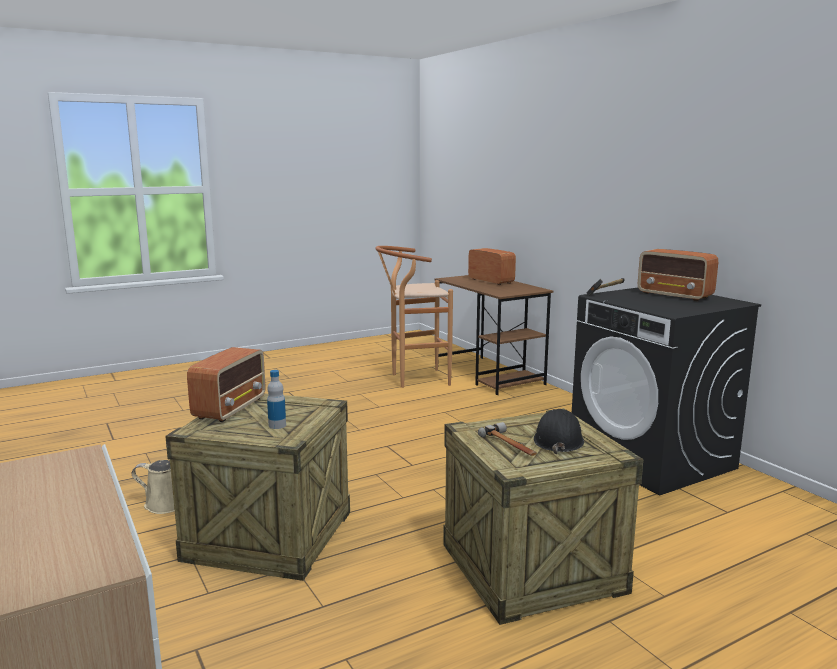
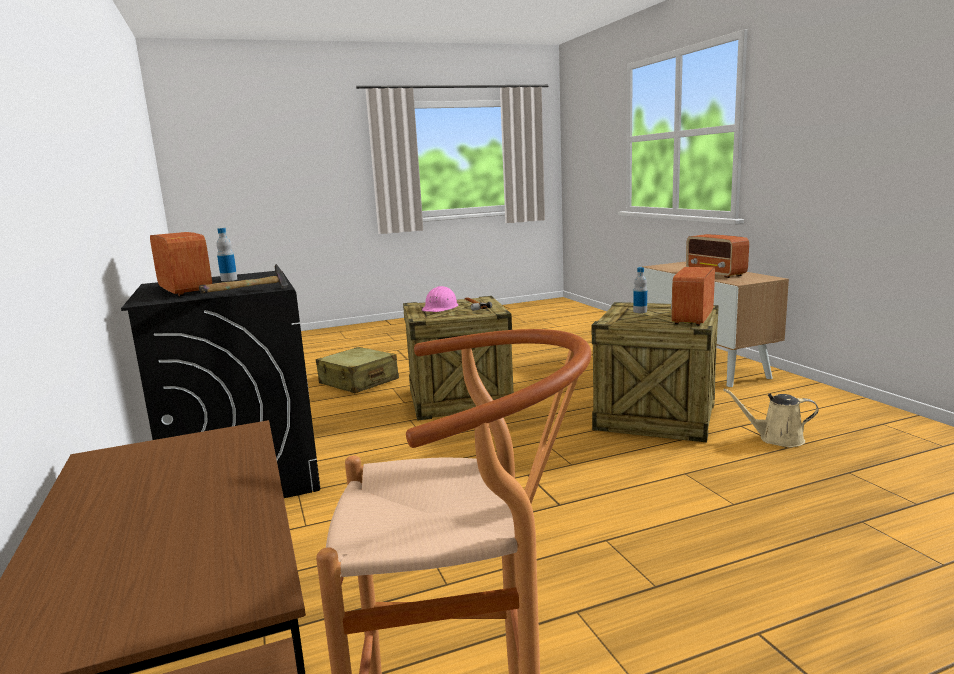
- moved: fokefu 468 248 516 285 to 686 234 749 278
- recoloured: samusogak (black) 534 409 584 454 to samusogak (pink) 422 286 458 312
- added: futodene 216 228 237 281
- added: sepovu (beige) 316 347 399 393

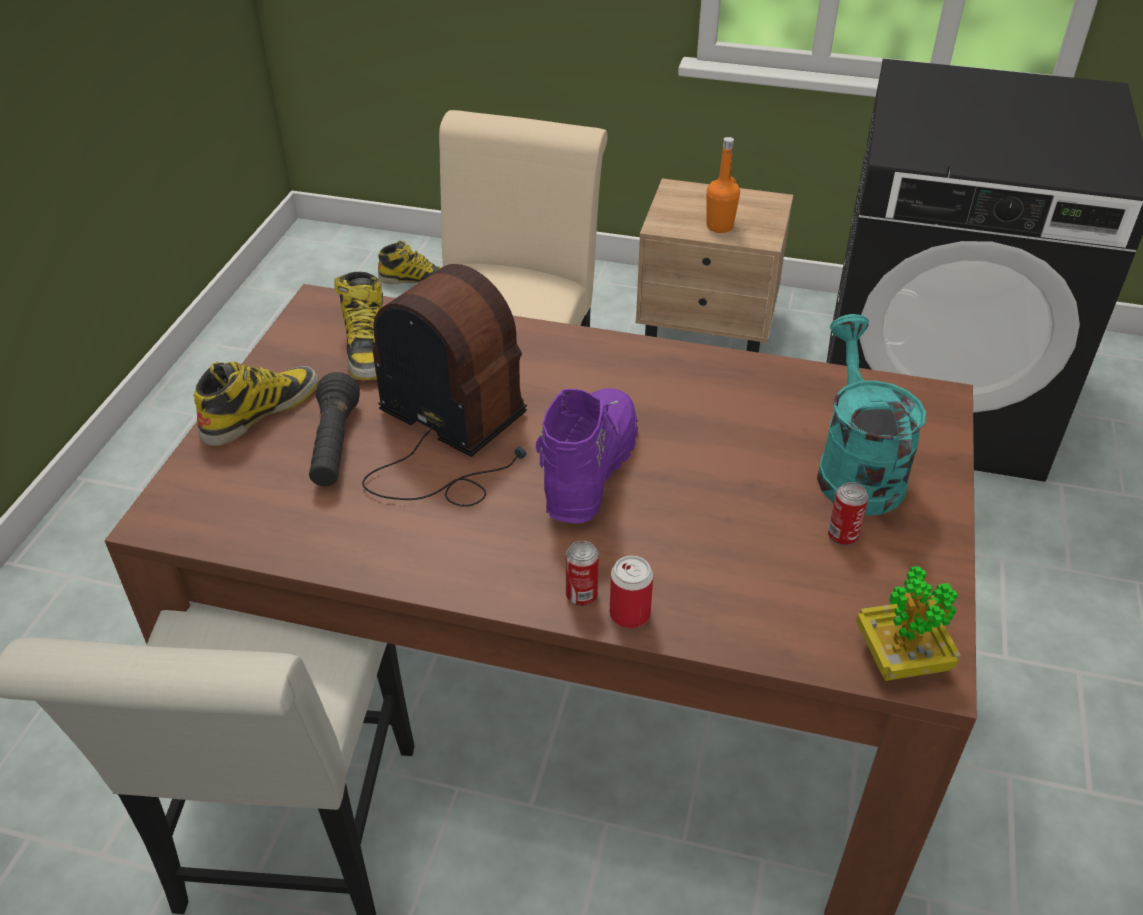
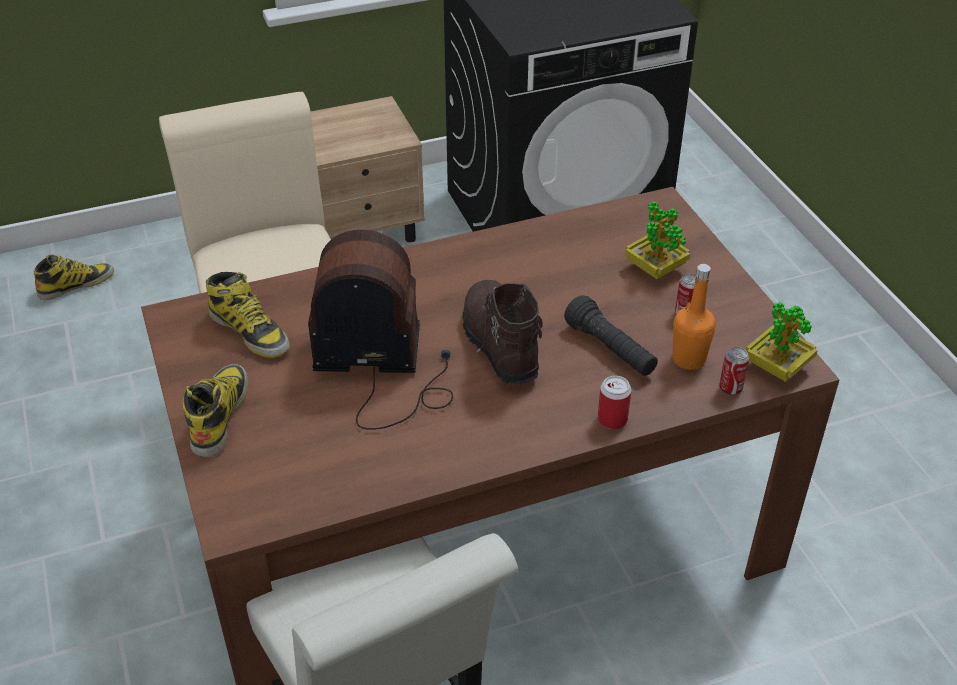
- moved: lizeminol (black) 309 372 360 486 to 564 296 658 376
- recoloured: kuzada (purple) 535 388 638 523 to kuzada (brown) 463 280 543 385
- moved: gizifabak 566 541 599 606 to 719 347 749 395
- moved: futodene (orange) 707 137 740 233 to 672 264 716 370
- replaced: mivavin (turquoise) 817 314 926 515 to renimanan 625 201 690 279

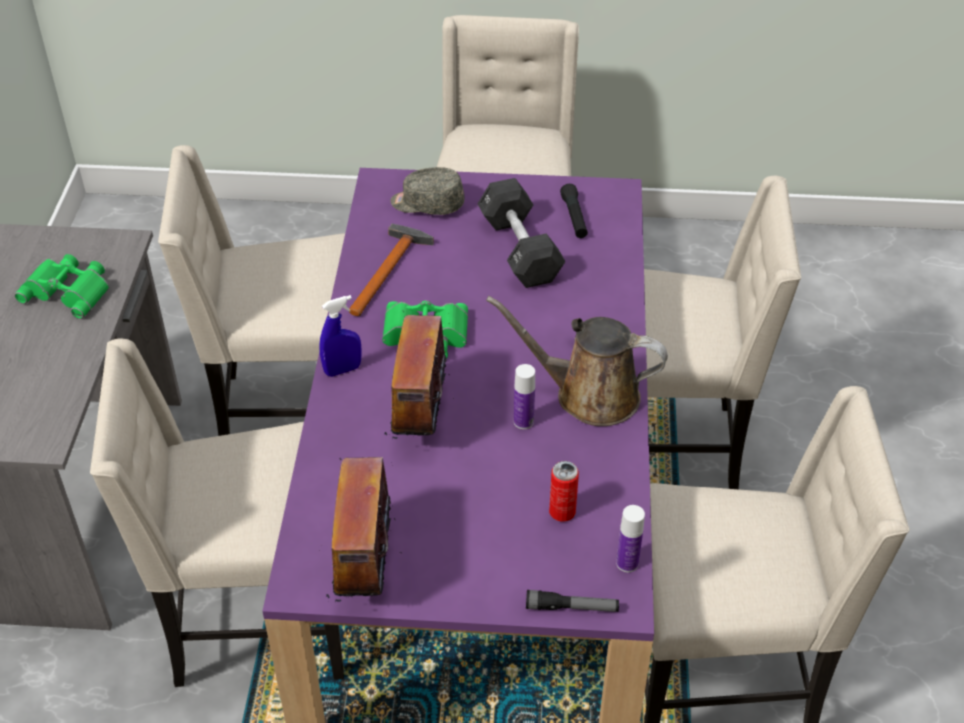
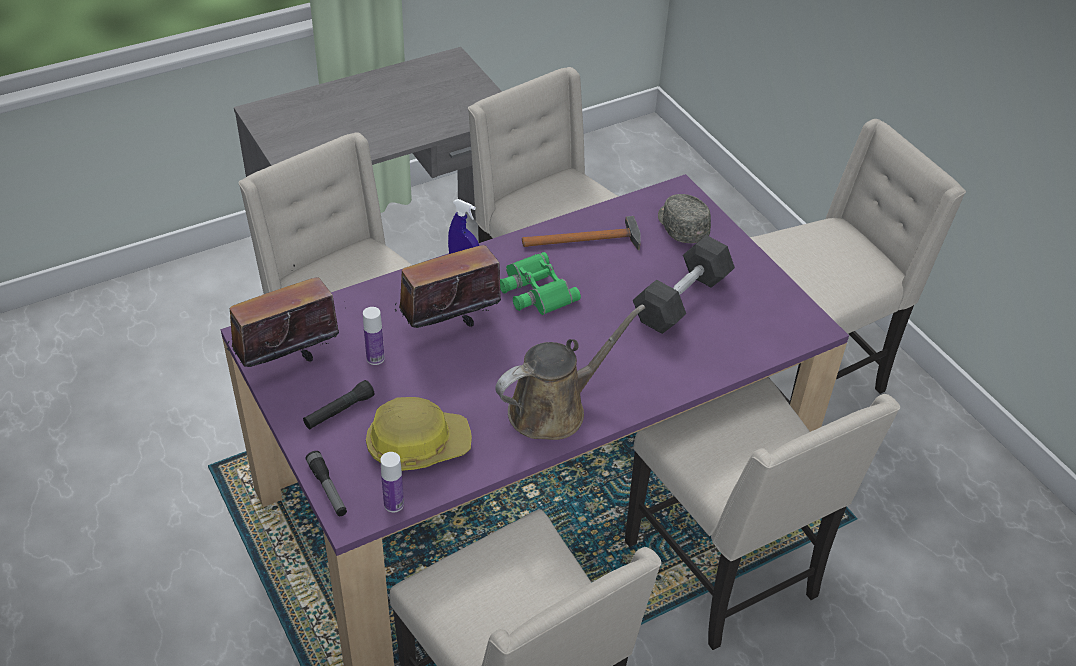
- removed: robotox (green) 14 254 109 319
- turned: mivavin (brown) 486 296 668 426 = 495 304 645 440 75 degrees clockwise
- moved: futodene 514 364 535 429 to 363 307 384 365
- replaced: gizifabak 549 461 579 522 to samusogak 366 397 472 471
- moved: lizeminol (black) 560 184 588 238 to 303 380 374 429

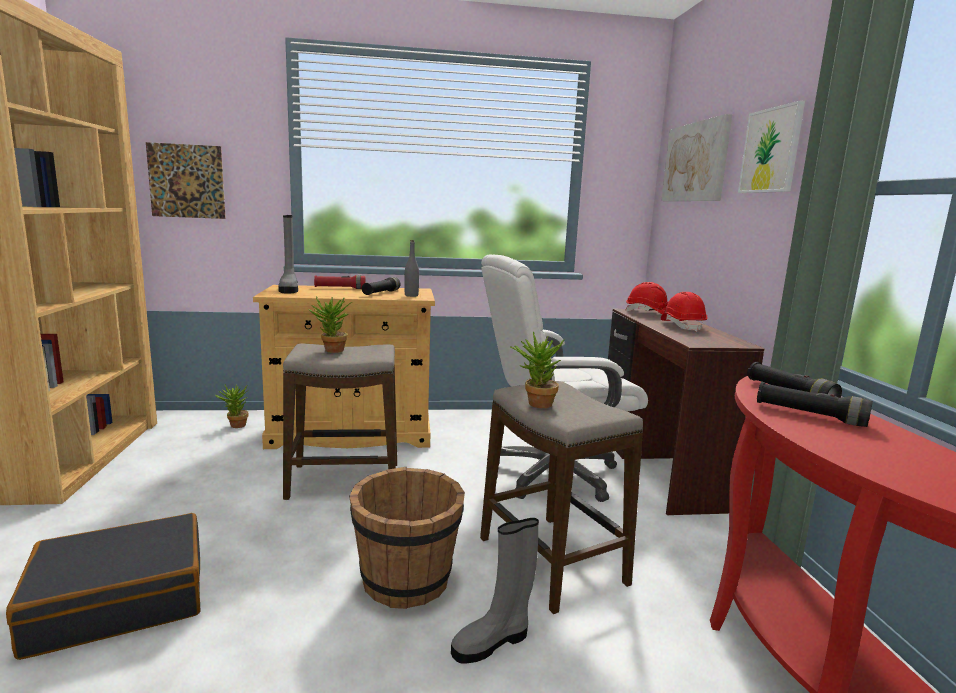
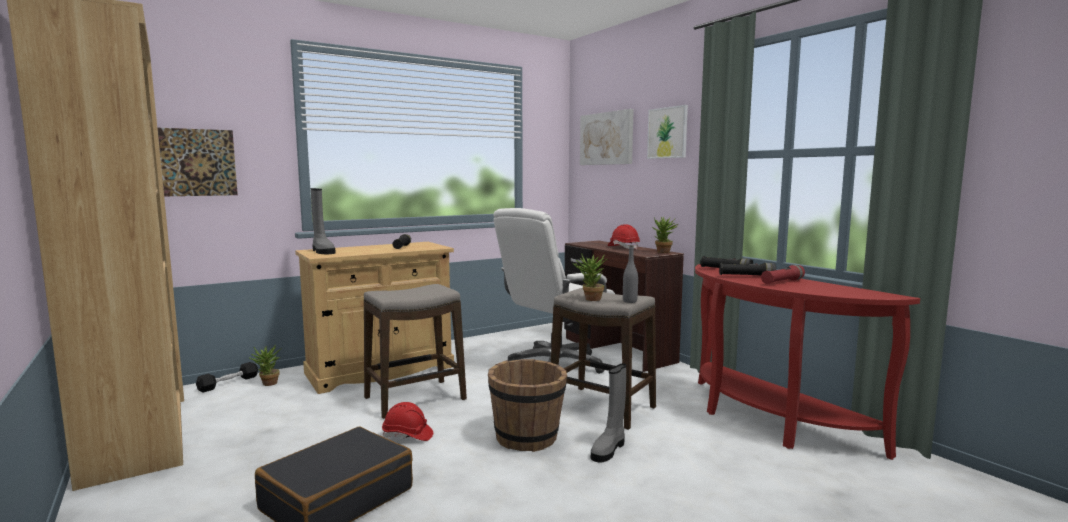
- moved: renimanan 308 297 352 353 to 652 217 678 253
- moved: lizeminol (red) 314 275 365 289 to 761 265 805 284
- moved: futodene (grey) 404 240 419 297 to 623 245 638 303
- moved: samusogak (red) 626 282 668 314 to 382 402 433 441
- added: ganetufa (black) 196 362 258 393

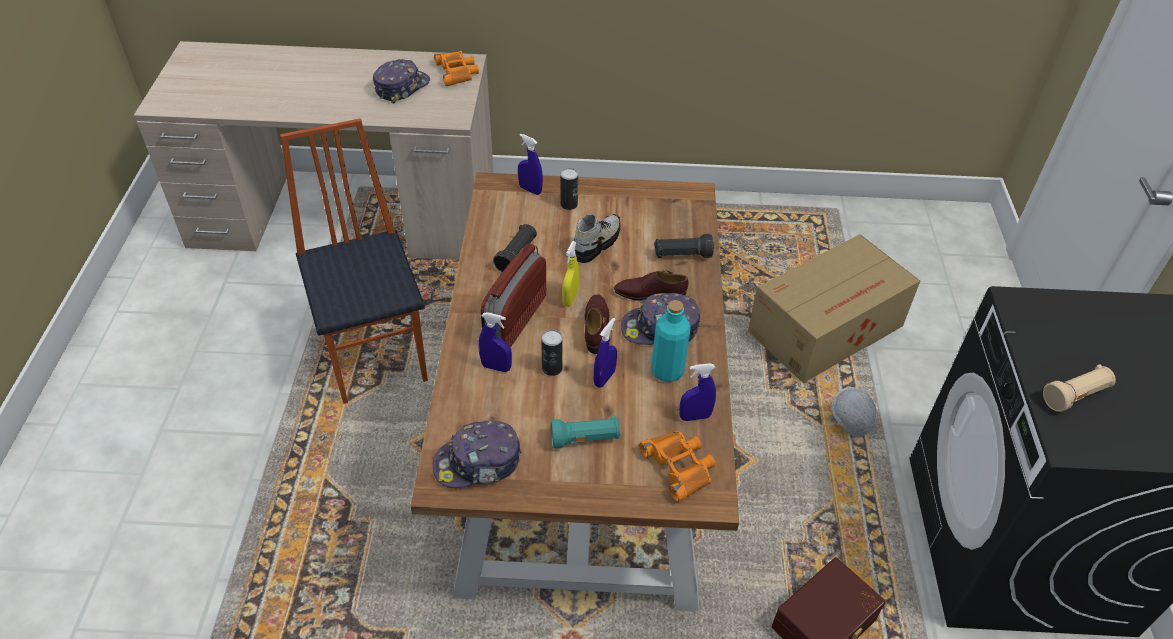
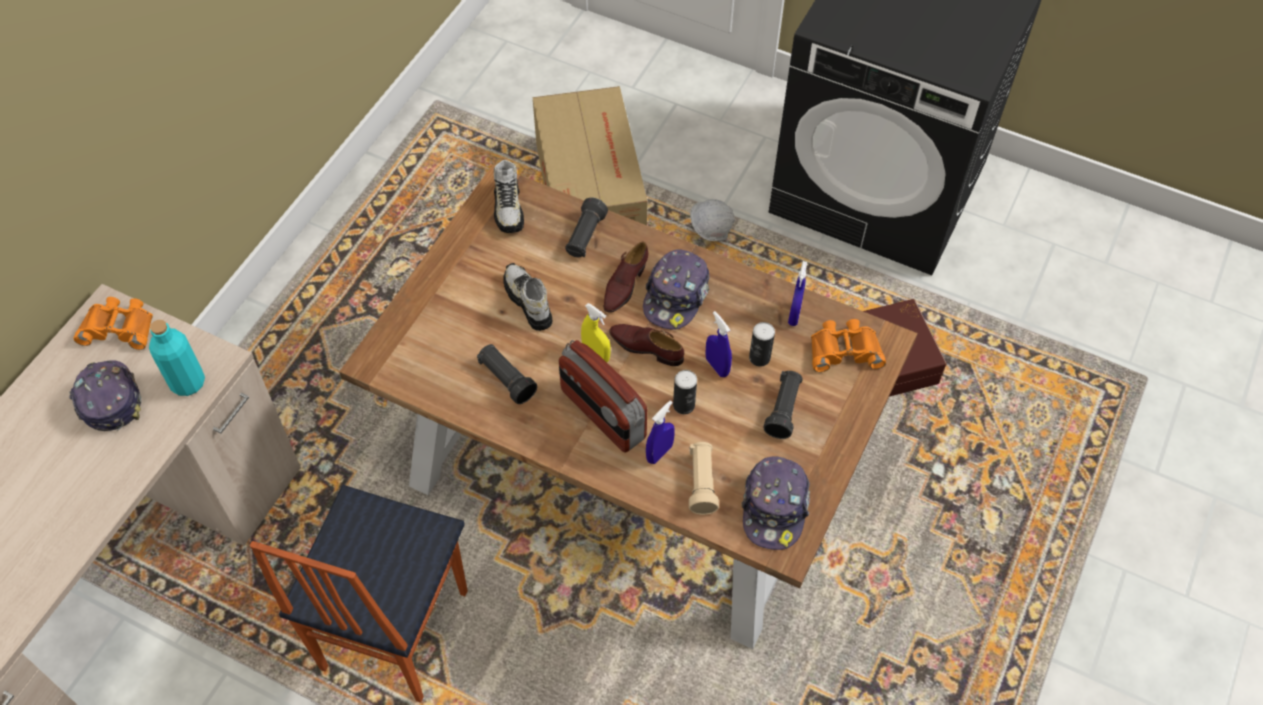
- turned: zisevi 280 119 428 404 = 250 485 468 703 75 degrees counterclockwise
- removed: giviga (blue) 518 133 543 195
- recoloured: lizeminol (turquoise) 551 415 621 449 to lizeminol (black) 763 371 803 439
- moved: gizifabak 560 168 578 210 to 749 322 775 367
- moved: futodene (turquoise) 651 300 691 382 to 149 320 205 396
- moved: lizeminol (beige) 1043 364 1116 412 to 689 442 719 515
- added: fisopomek 494 160 524 233

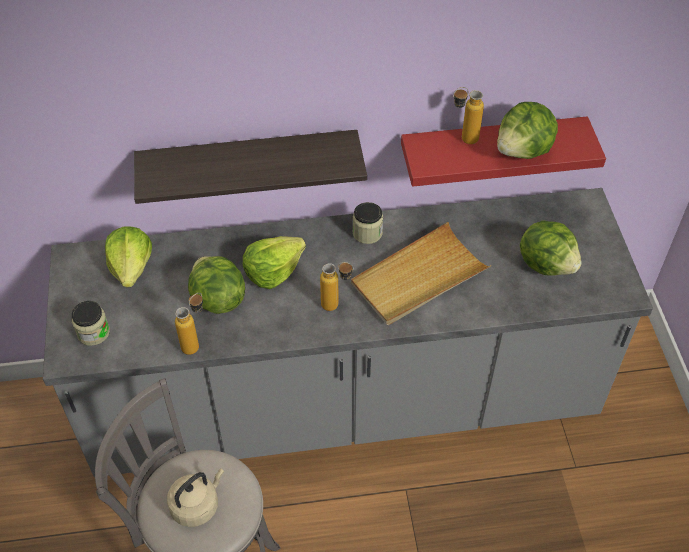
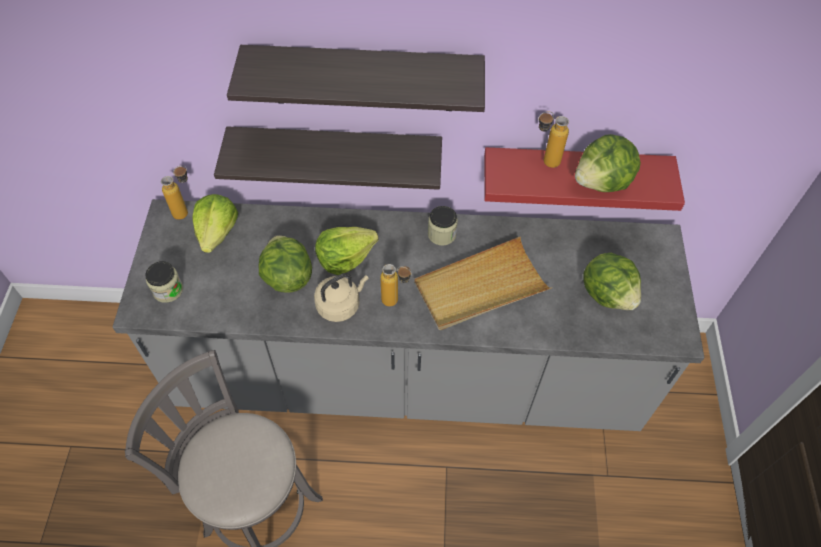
- moved: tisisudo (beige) 167 468 224 527 to 314 273 369 322
- moved: futodene 175 293 203 355 to 161 165 188 220
- added: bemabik 227 45 485 112

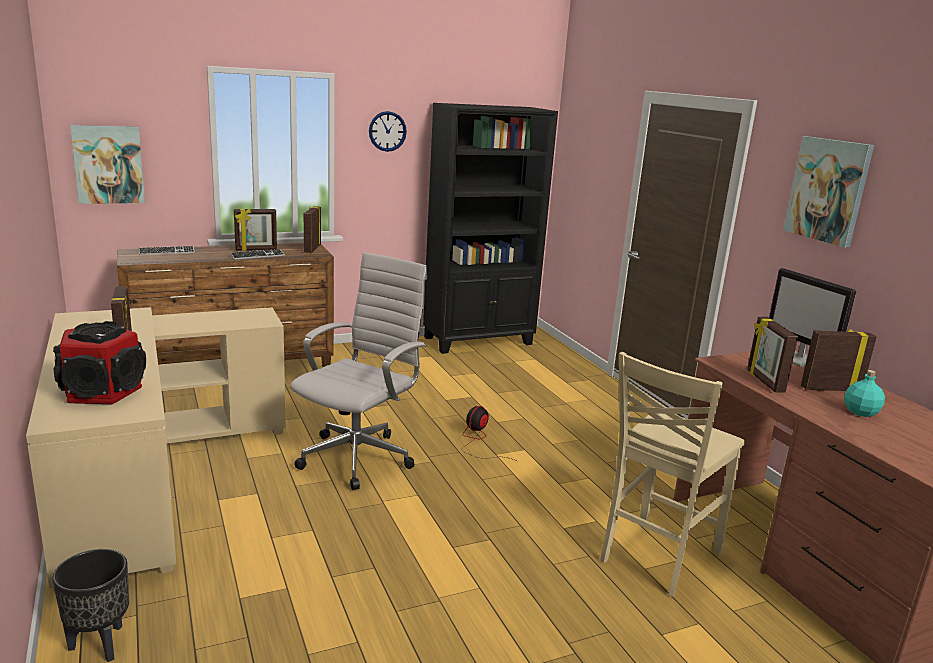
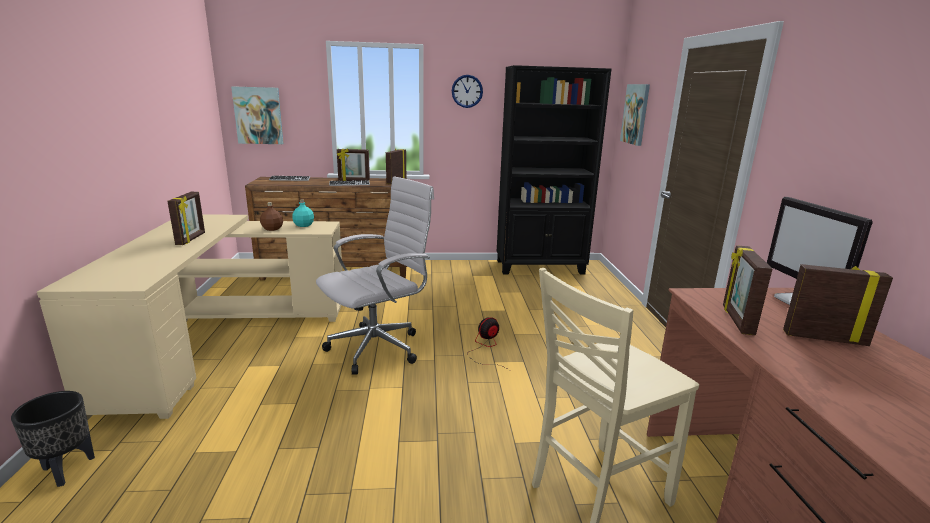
- removed: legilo 53 321 146 404
- moved: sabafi 783 136 874 248 to 620 84 650 146
- moved: futodene (turquoise) 844 370 885 417 to 292 199 314 227
- added: futodene (brown) 260 202 283 231

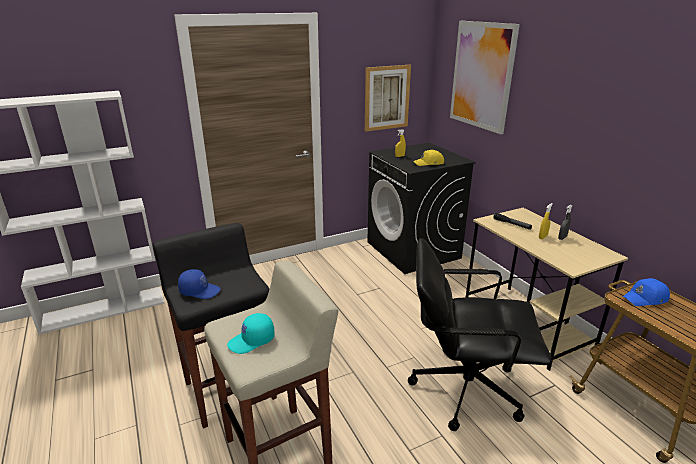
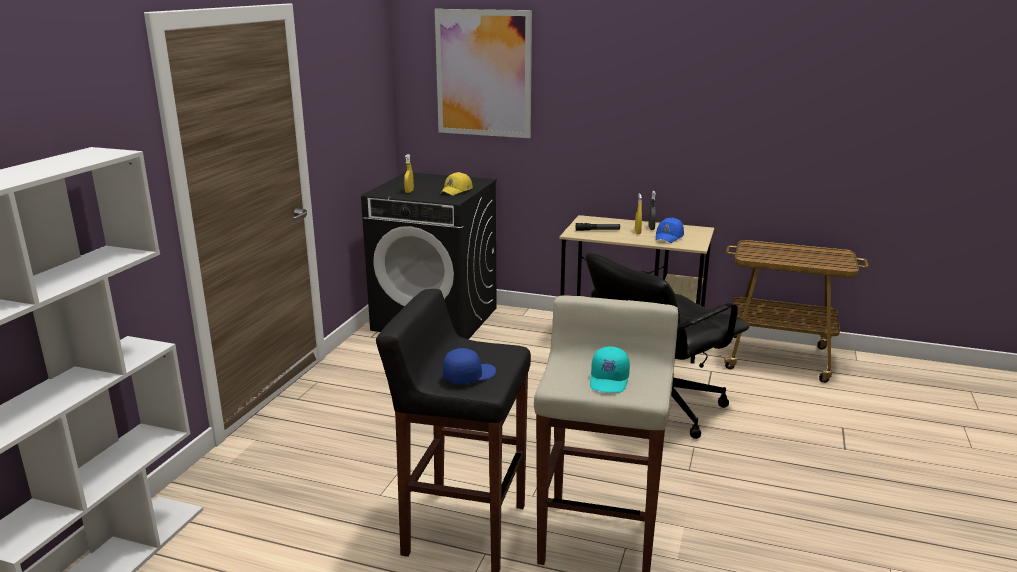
- removed: sabafi 365 65 411 132
- moved: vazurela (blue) 623 278 670 306 to 656 217 684 243

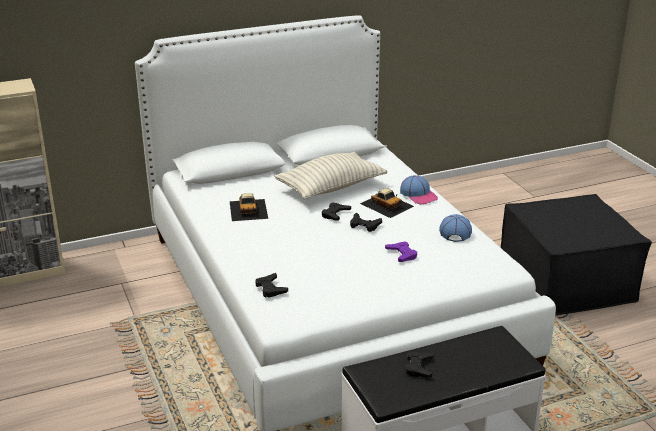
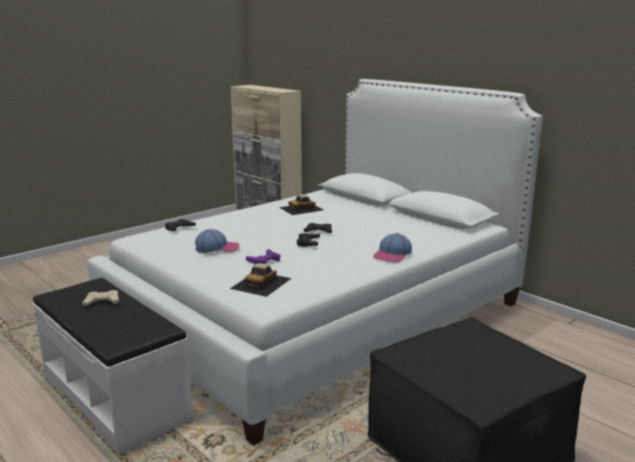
- removed: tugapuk 275 152 387 199
- moved: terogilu 360 188 414 218 to 230 263 292 297
- recoloured: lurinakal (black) 405 351 434 378 to lurinakal (beige) 82 290 119 306
- moved: vazurela 439 214 472 242 to 195 229 239 253

